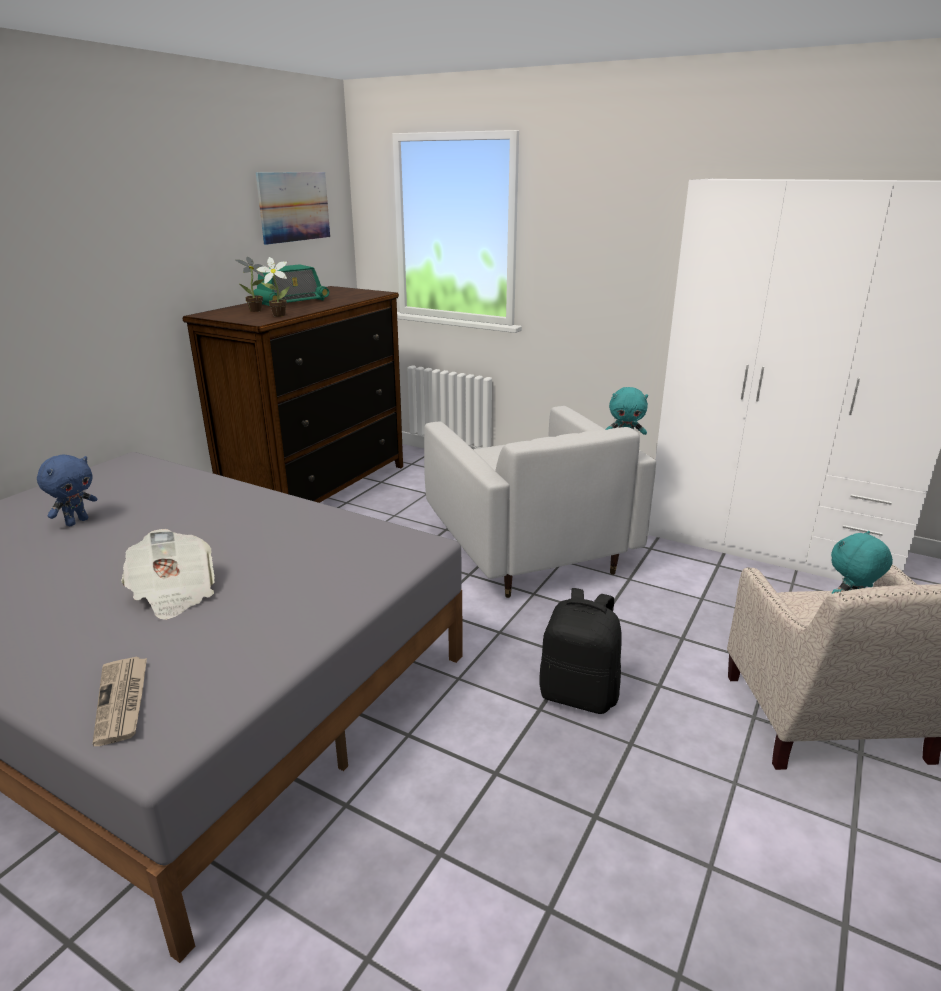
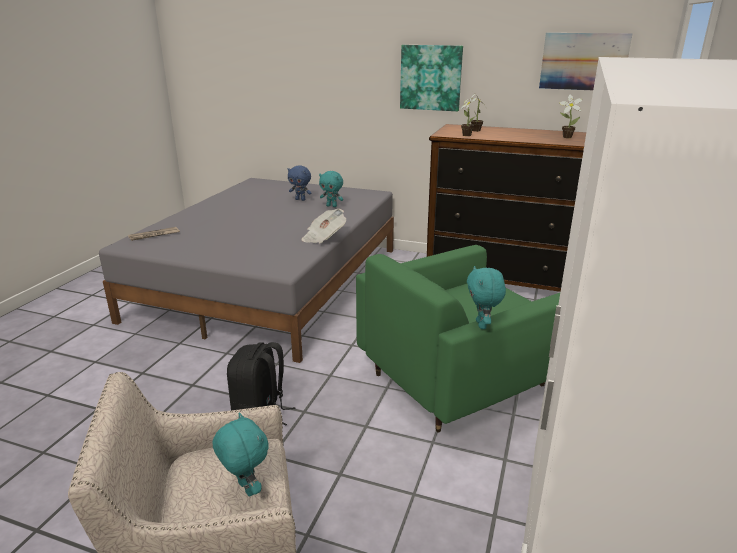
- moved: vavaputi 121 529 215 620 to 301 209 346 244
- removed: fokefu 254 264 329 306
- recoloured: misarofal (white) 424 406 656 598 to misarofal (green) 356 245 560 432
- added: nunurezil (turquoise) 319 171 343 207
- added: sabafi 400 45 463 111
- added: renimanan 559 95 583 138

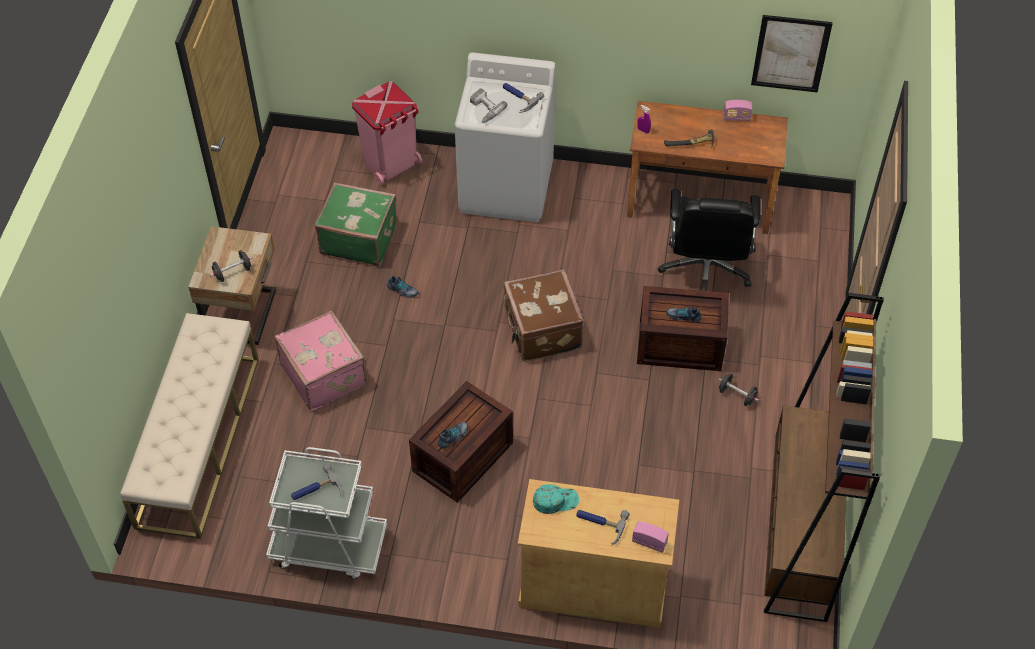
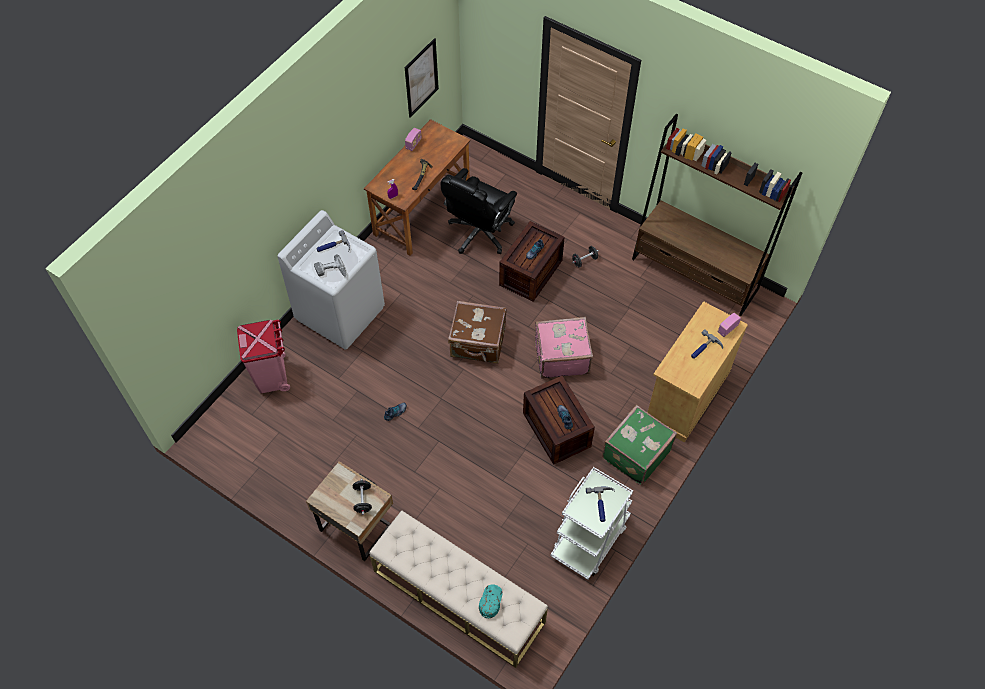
- moved: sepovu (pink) 275 310 367 411 to 535 317 593 379
- moved: sepovu (green) 315 182 397 266 to 602 405 677 485
- moved: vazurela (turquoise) 533 484 579 514 to 479 584 503 618
- turned: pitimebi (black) 658 189 760 291 = 441 168 517 254 90 degrees clockwise

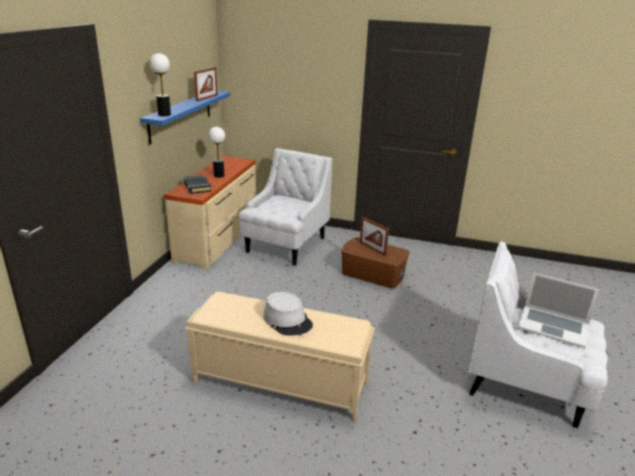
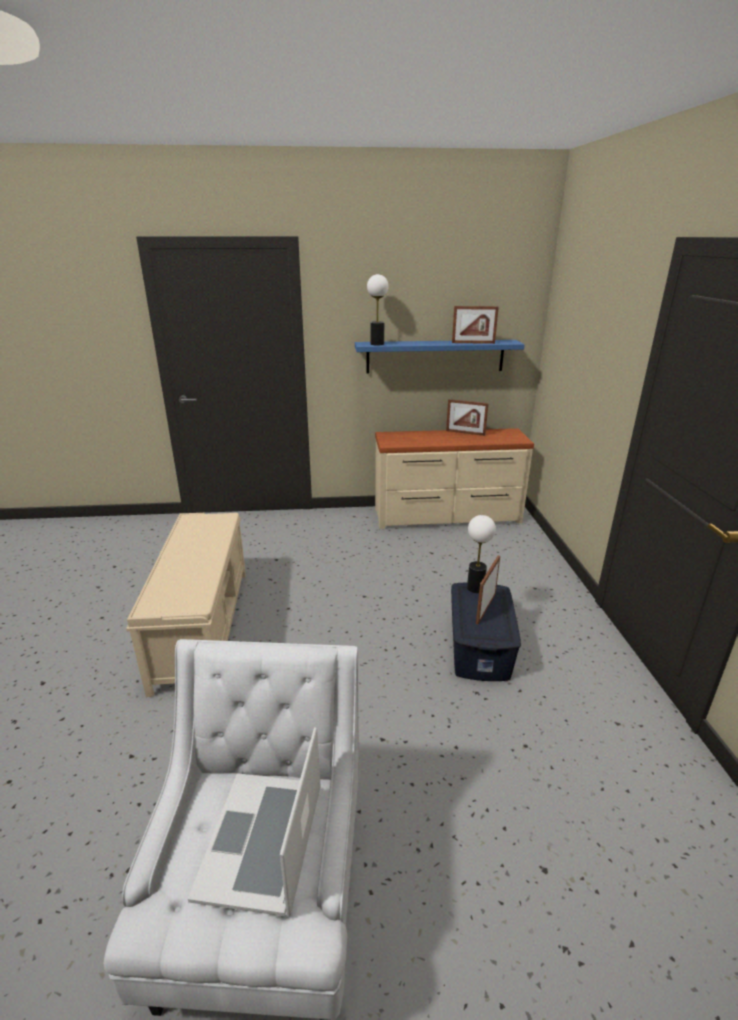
- removed: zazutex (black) 183 175 211 194
- moved: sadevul 209 127 225 178 to 467 515 496 593
- removed: misarofal (white) 238 148 332 265
- removed: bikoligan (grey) 263 292 313 335
- recoloured: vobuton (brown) 341 237 409 289 to vobuton (blue) 451 582 521 681
- added: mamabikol 446 399 489 436

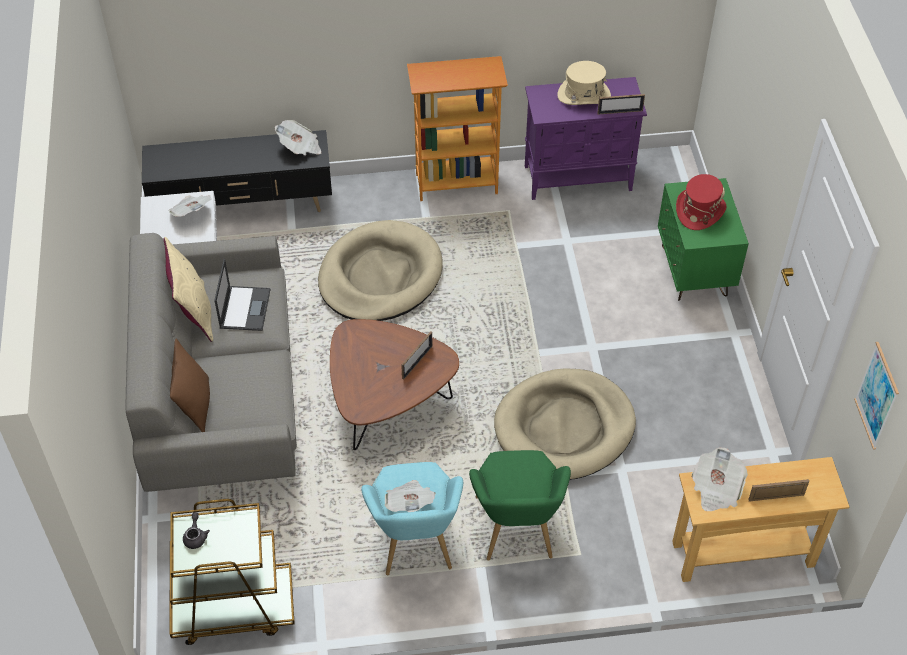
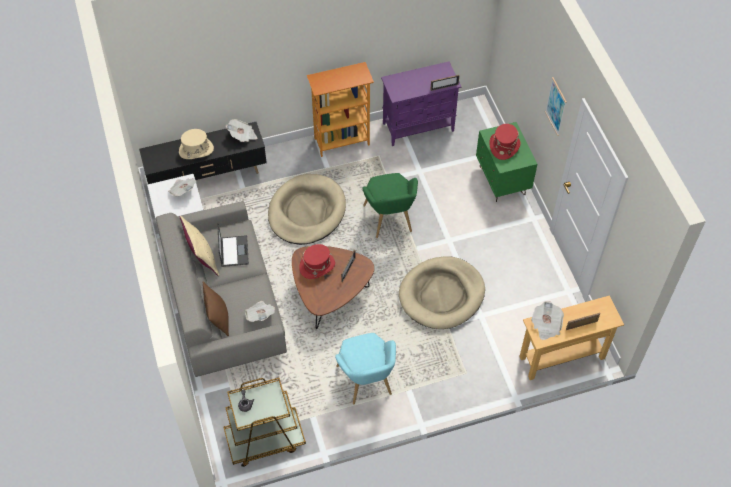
- moved: vavaputi 385 480 436 512 to 245 301 275 322
- moved: misarofal (green) 469 450 571 561 to 363 173 418 238
- moved: bikoligan (beige) 557 61 611 105 to 179 129 214 159
- moved: sabafi 854 342 899 450 to 545 77 567 136
- added: bikoligan (red) 299 244 335 279

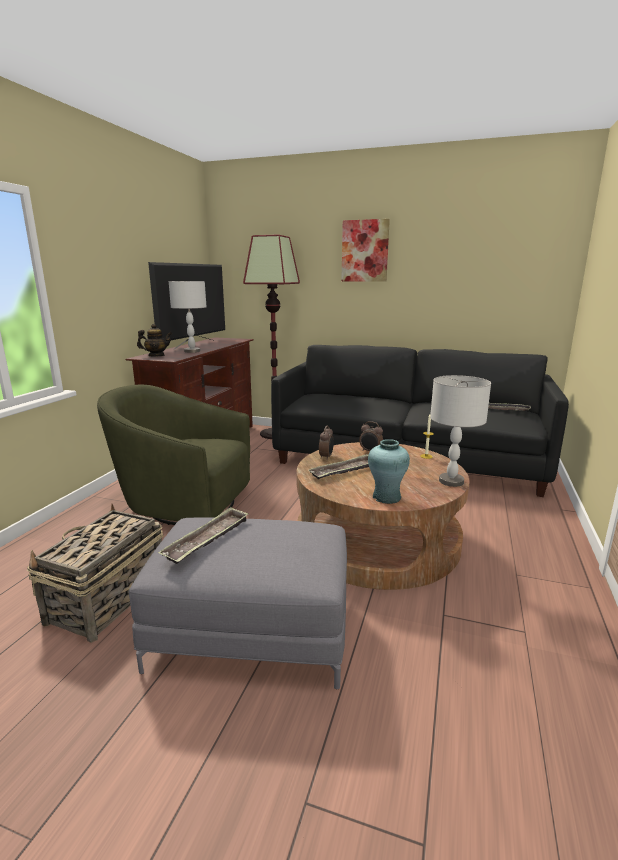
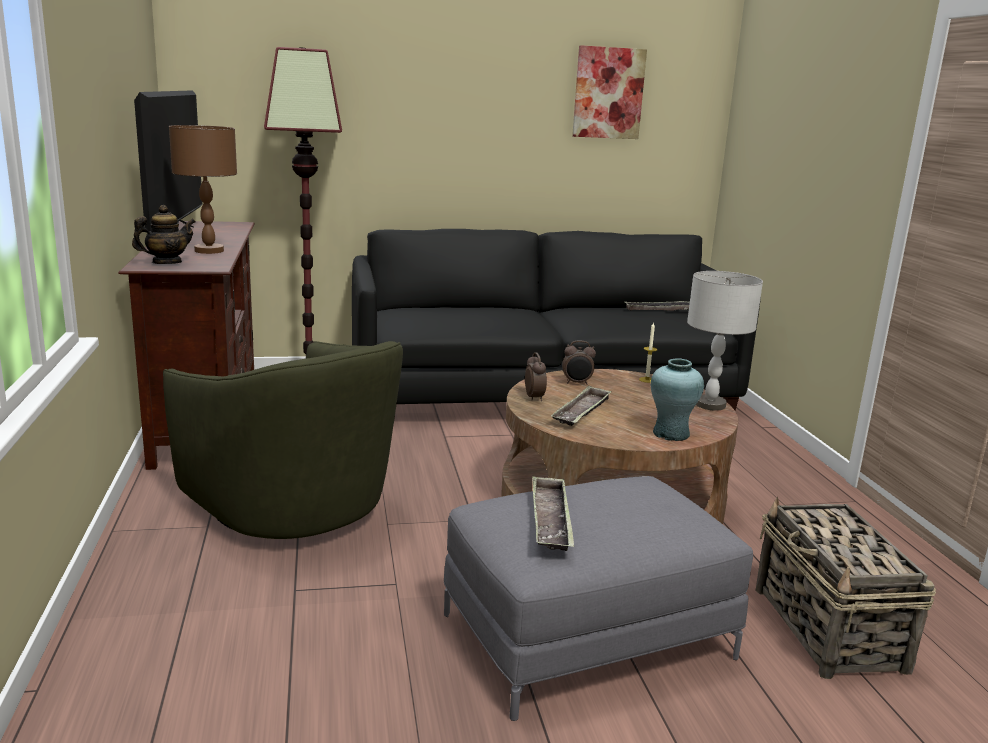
- moved: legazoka 27 504 163 643 to 756 496 936 679
- turned: misarofal (green) 97 385 250 525 = 163 341 403 539 120 degrees counterclockwise
- recoloured: sadevul (grey) 169 281 207 353 to sadevul (brown) 169 125 237 254
- moved: sabafi 341 219 390 282 to 572 45 647 139

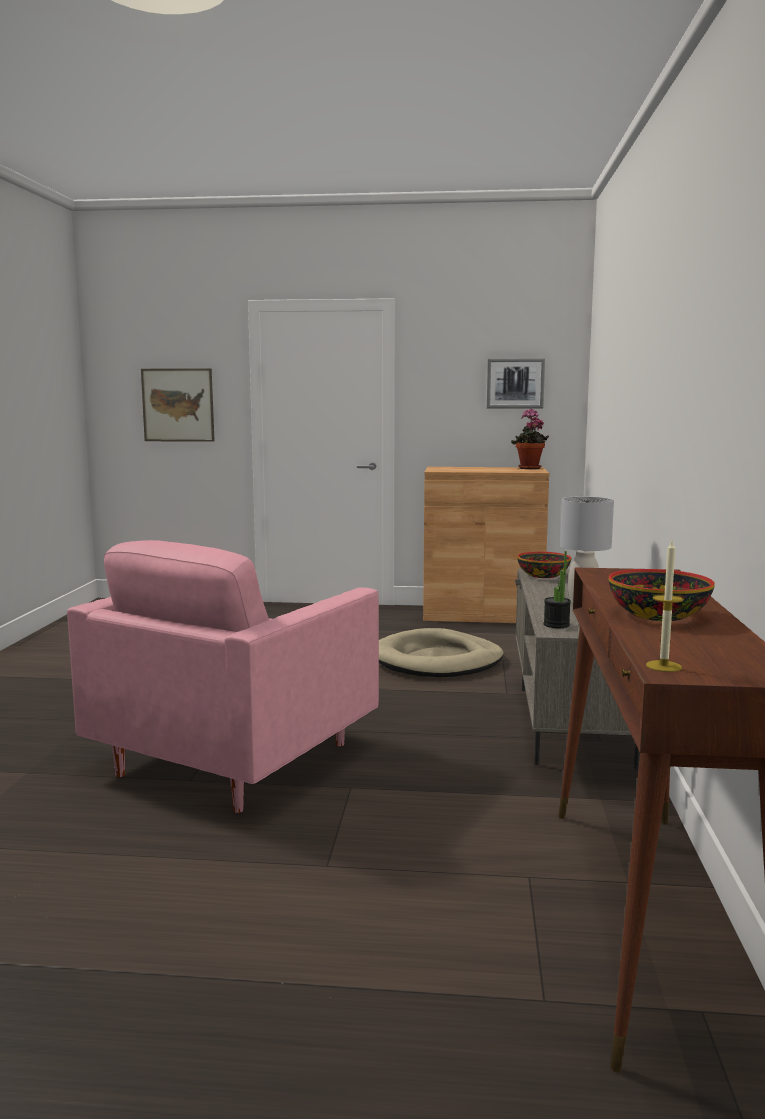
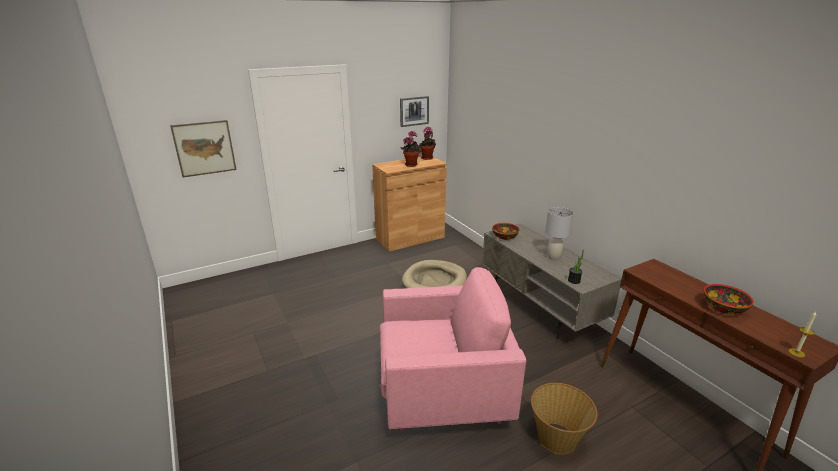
- turned: misarofal (pink) 67 540 379 813 = 380 267 526 432 90 degrees counterclockwise
- added: renimanan 400 131 422 167
- added: legazoka 531 383 598 454

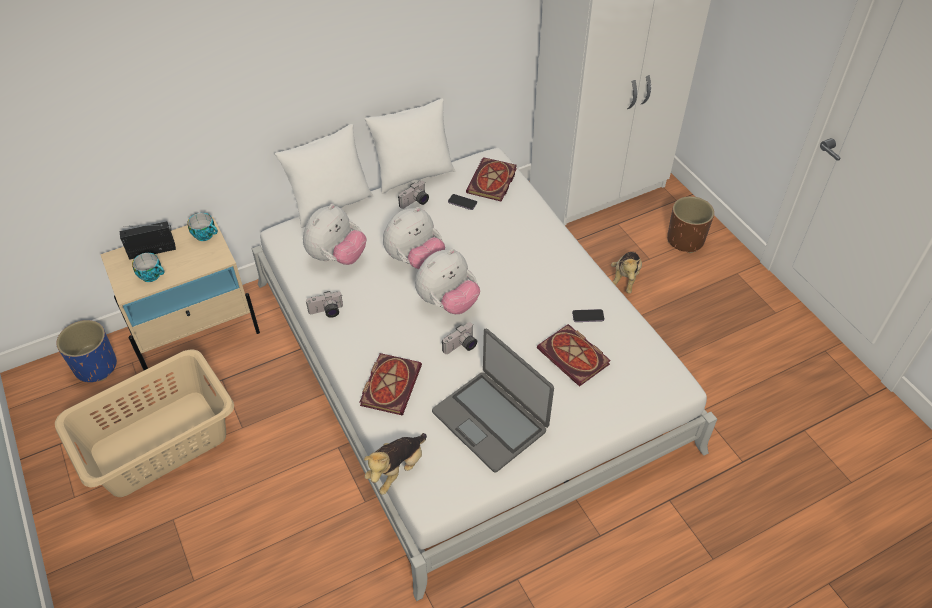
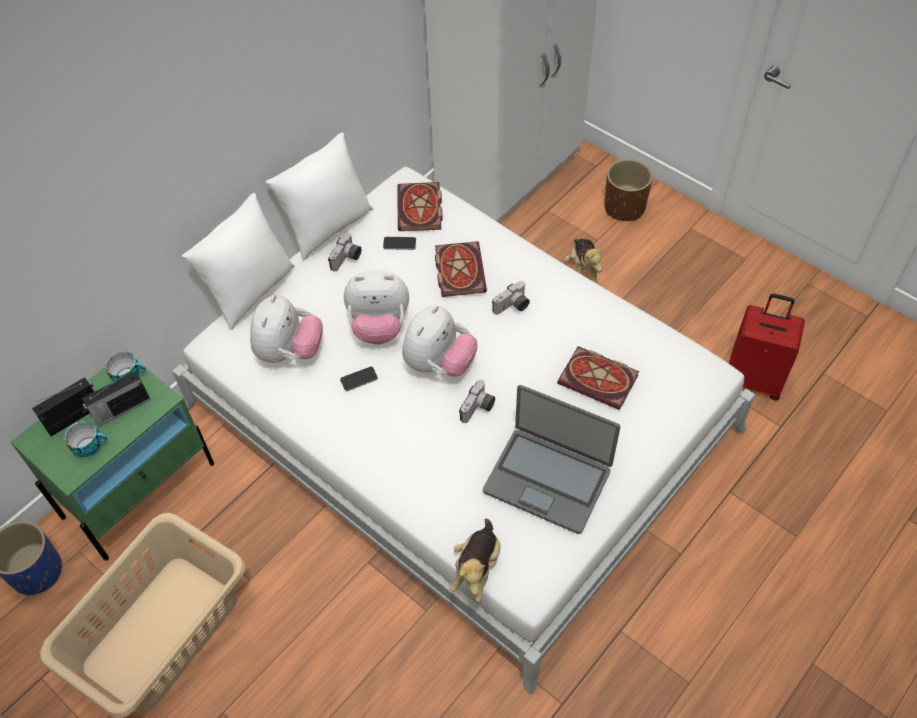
- recoloured: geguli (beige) 100 217 260 370 to geguli (green) 11 362 214 561
- moved: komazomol 306 291 343 318 to 492 281 530 315
- moved: zazutex 360 353 422 415 to 435 241 487 297
- turned: nunurezil 383 207 445 269 = 344 270 409 345 60 degrees clockwise
- moved: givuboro 572 309 604 322 to 340 367 378 391
- added: fokefu 82 371 151 427
- added: sepovu (red) 729 294 805 401

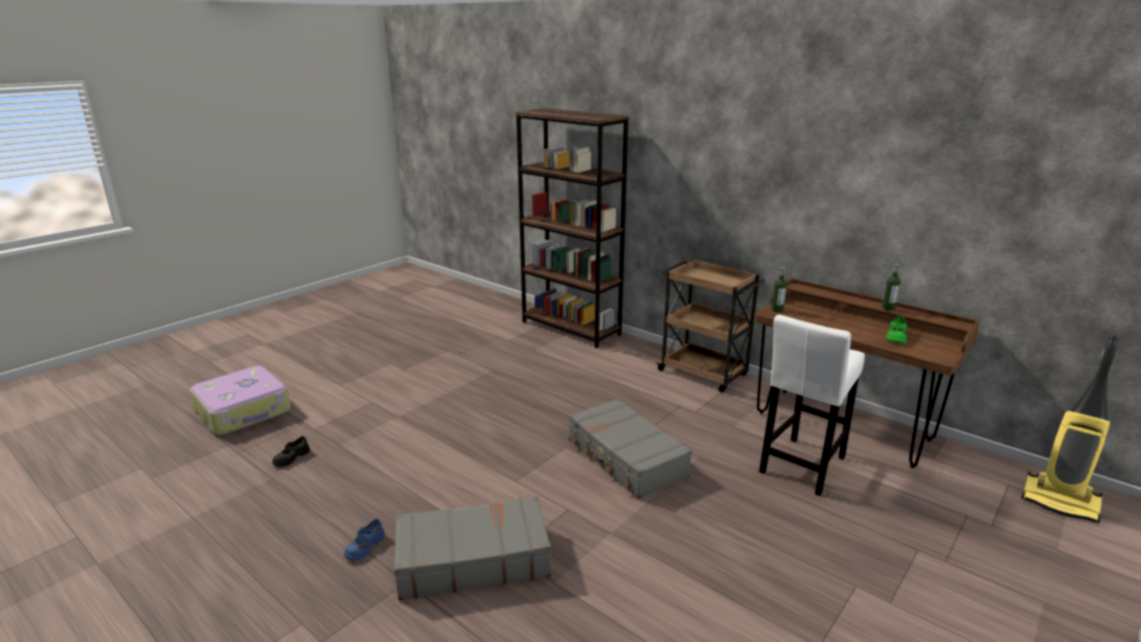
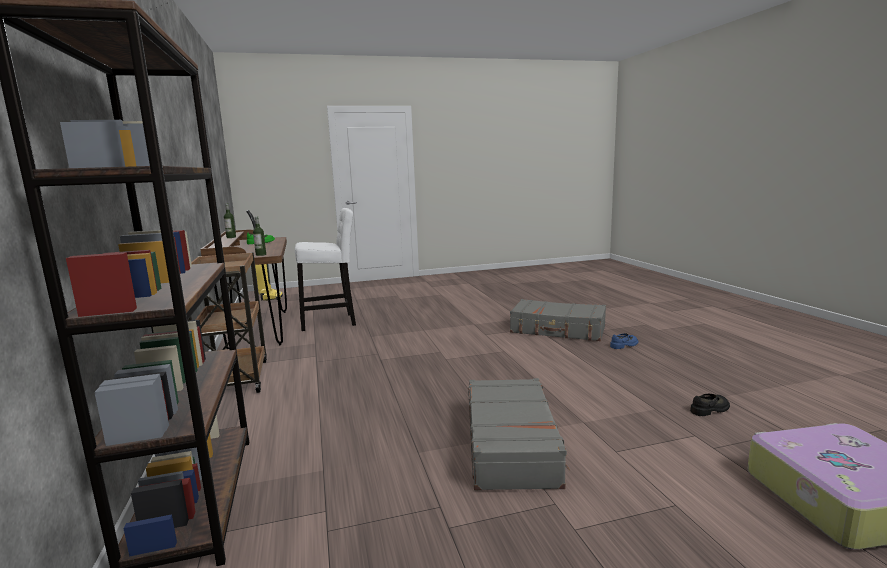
- moved: sepovu (grey) 569 398 692 499 to 468 378 570 490

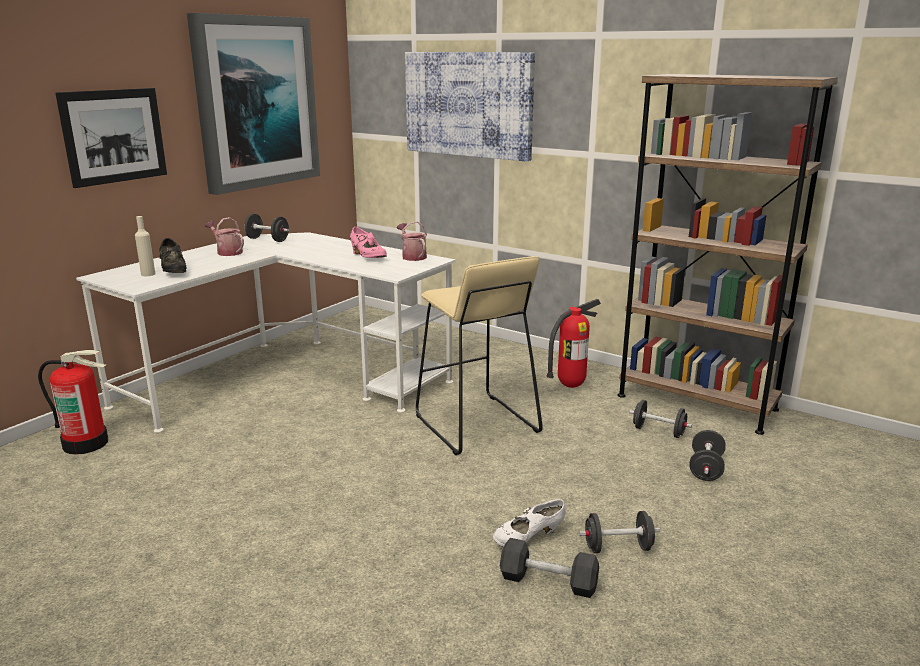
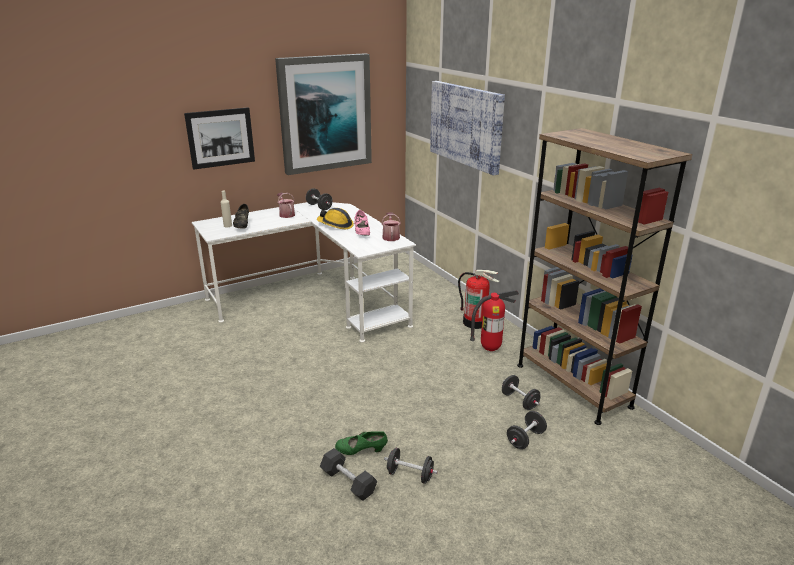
- moved: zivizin 38 350 108 455 to 458 270 500 329
- removed: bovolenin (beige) 416 256 543 455
- recoloured: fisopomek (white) 493 499 566 547 to fisopomek (green) 335 431 388 455
- added: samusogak 317 208 354 229

